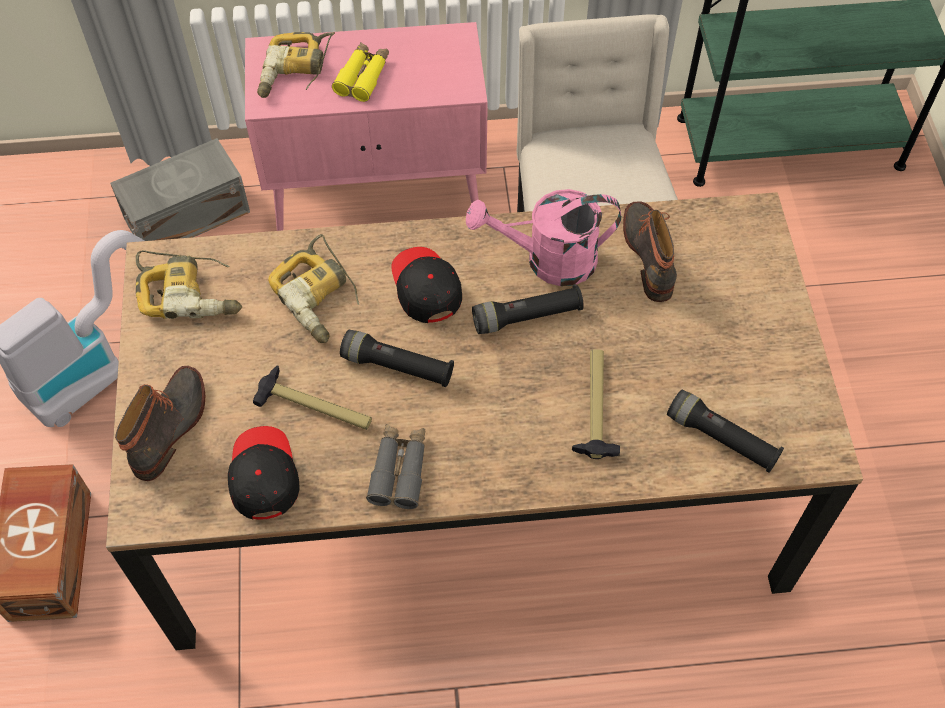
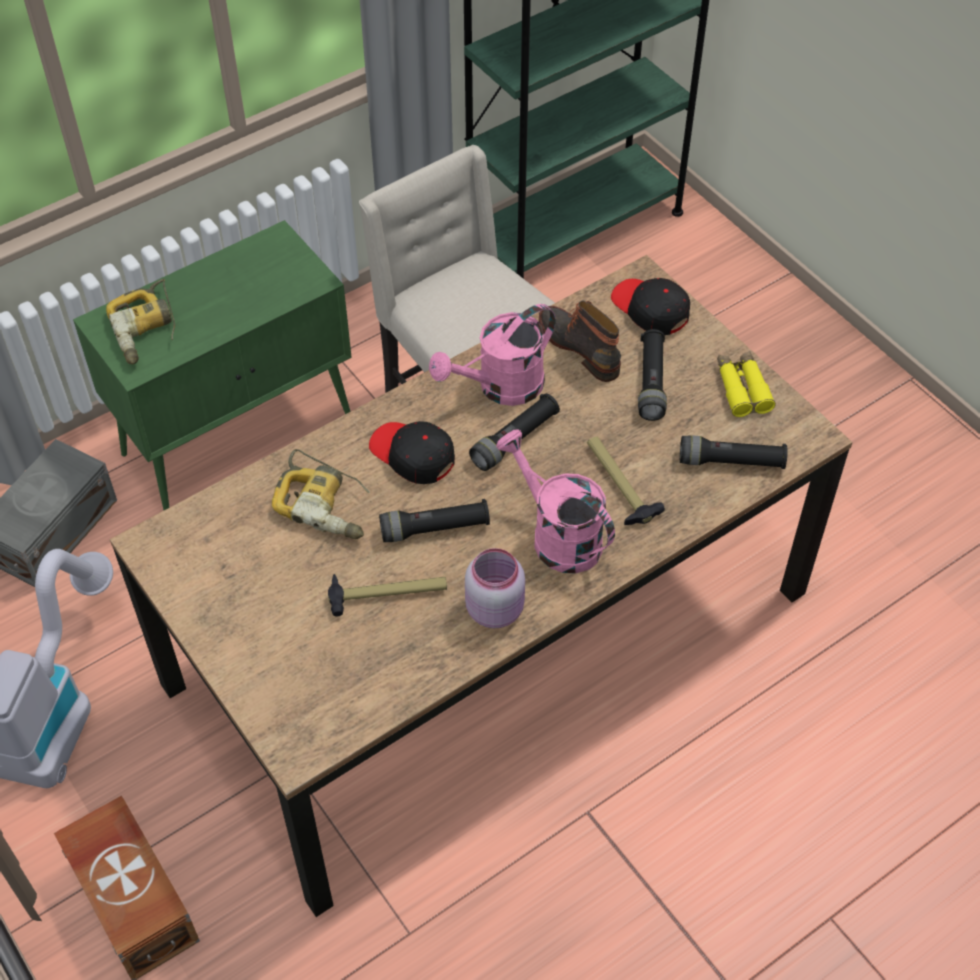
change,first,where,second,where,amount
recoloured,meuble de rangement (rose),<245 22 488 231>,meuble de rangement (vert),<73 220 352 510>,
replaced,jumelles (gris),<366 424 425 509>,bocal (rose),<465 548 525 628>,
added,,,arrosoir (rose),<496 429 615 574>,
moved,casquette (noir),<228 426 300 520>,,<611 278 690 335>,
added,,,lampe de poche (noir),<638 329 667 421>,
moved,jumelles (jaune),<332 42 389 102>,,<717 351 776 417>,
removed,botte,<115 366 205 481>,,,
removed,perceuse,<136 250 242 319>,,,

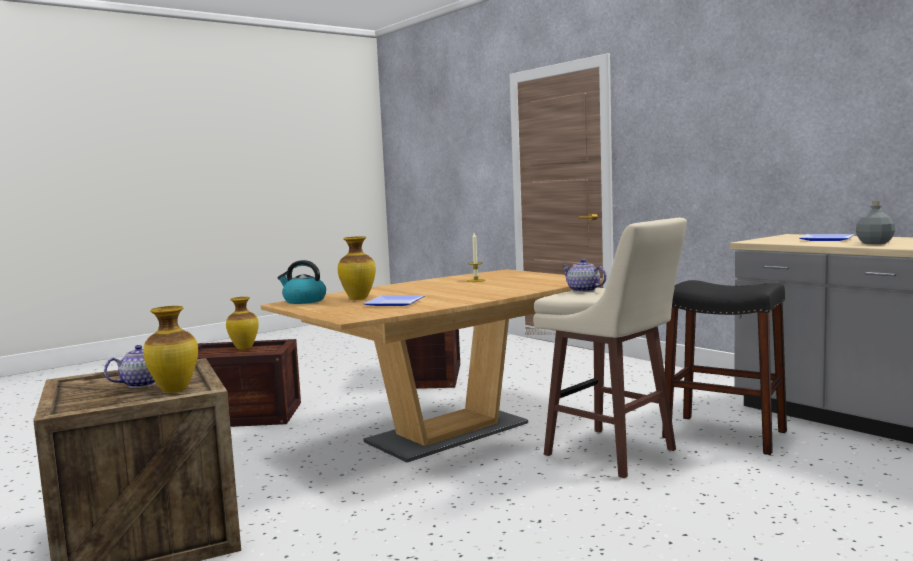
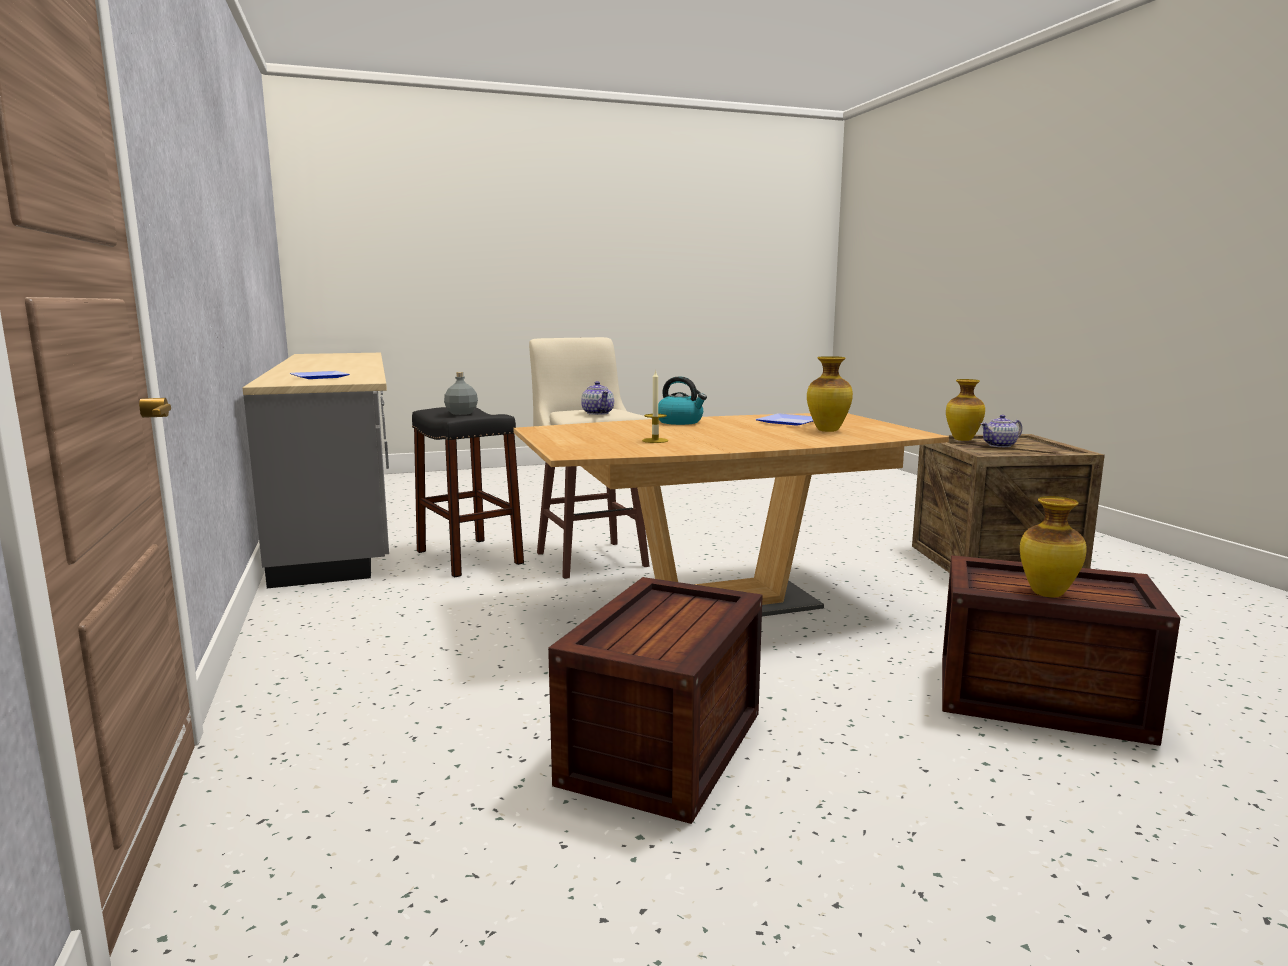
change,first,where,second,where,amount
moved,bouteille (gris),<856 201 895 244>,,<444 372 478 415>,
moved,bouilloire,<278 260 326 304>,,<658 376 707 425>,

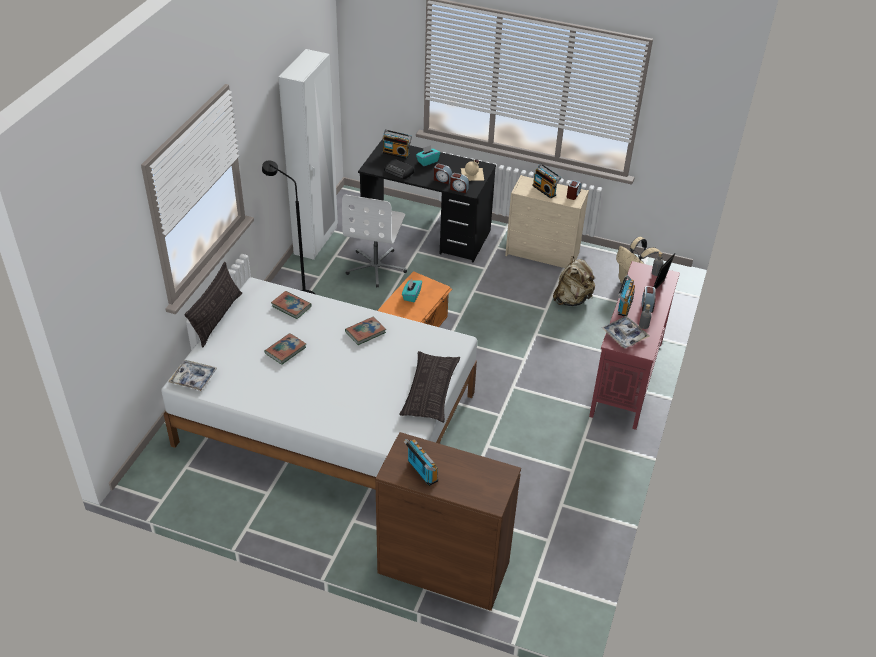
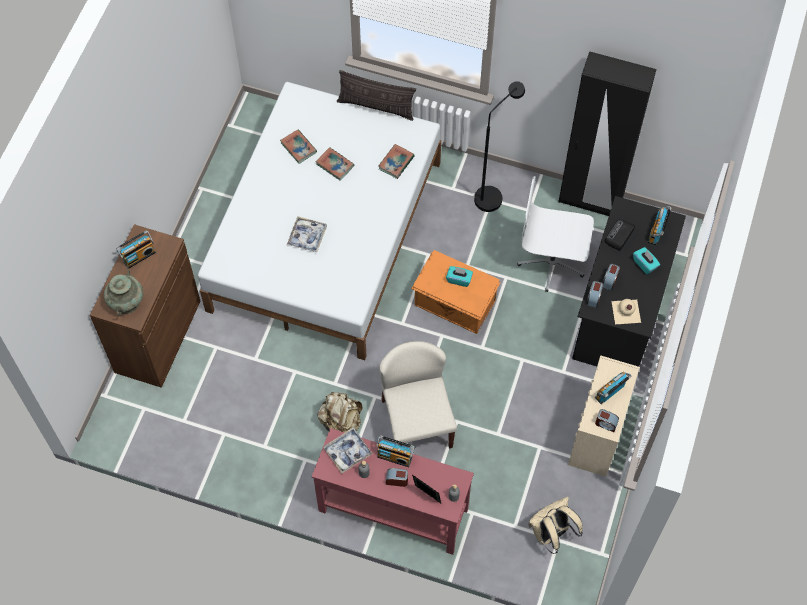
change,first,where,second,where,amount
added,,,vase (turquoise),<104 269 143 316>,
moved,livre,<345 317 386 345>,,<280 130 317 164>,
moved,plateau,<168 360 217 391>,,<287 216 327 252>,
moved,sac à dos (beige),<553 256 595 306>,,<317 392 363 432>,
added,,,chaise (beige),<380 341 457 449>,
recoloured,armoire (blanc),<278 49 338 260>,armoire (noir),<558 51 656 216>,
removed,coussin,<399 351 460 423>,,,

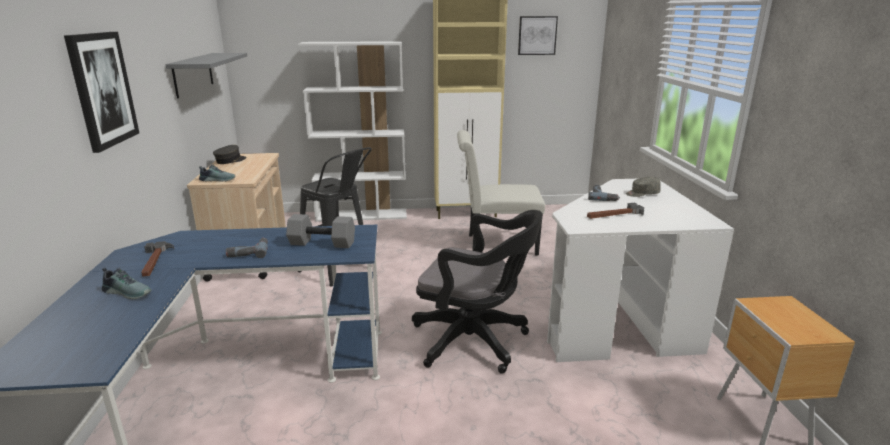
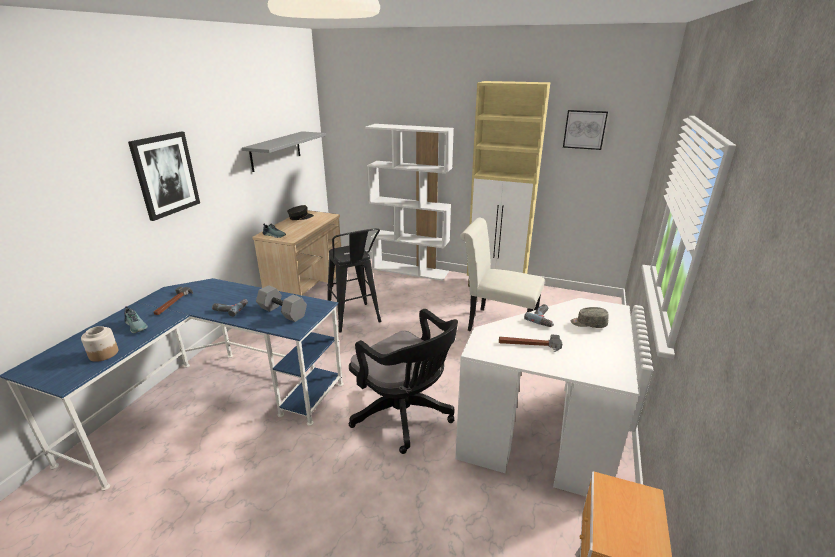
change,first,where,second,where,amount
added,,,bocal,<81 326 118 362>,

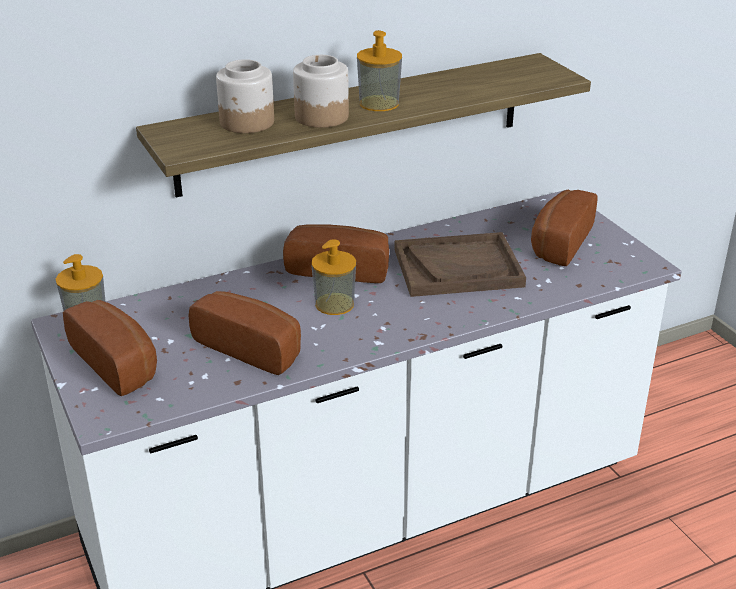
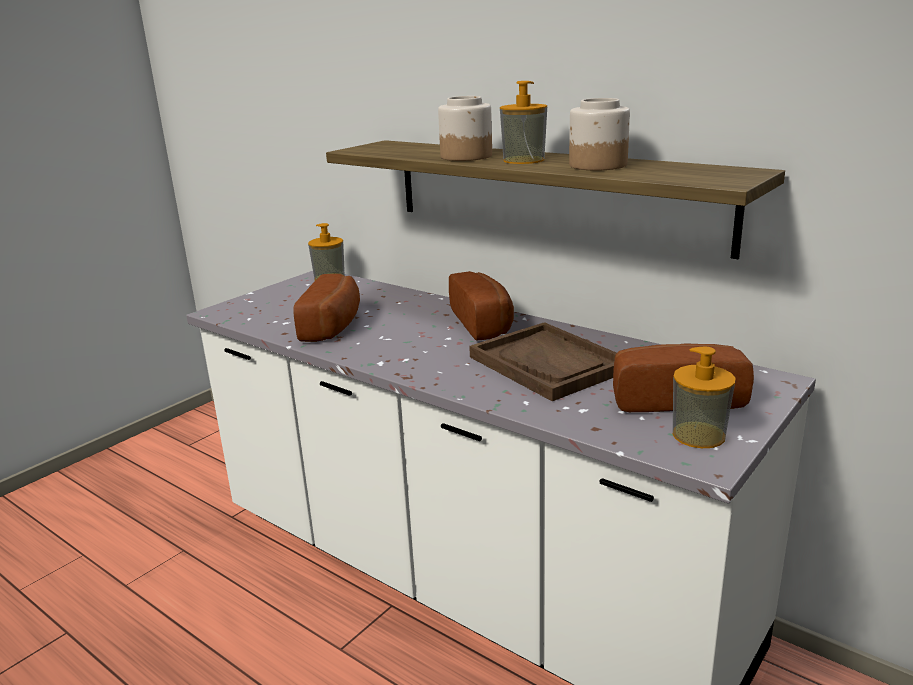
change,first,where,second,where,amount
moved,bocal,<216 59 274 133>,,<569 98 630 170>,
moved,distributeur de savon,<311 239 356 315>,,<673 347 736 448>,
removed,pain,<63 300 157 396>,,,

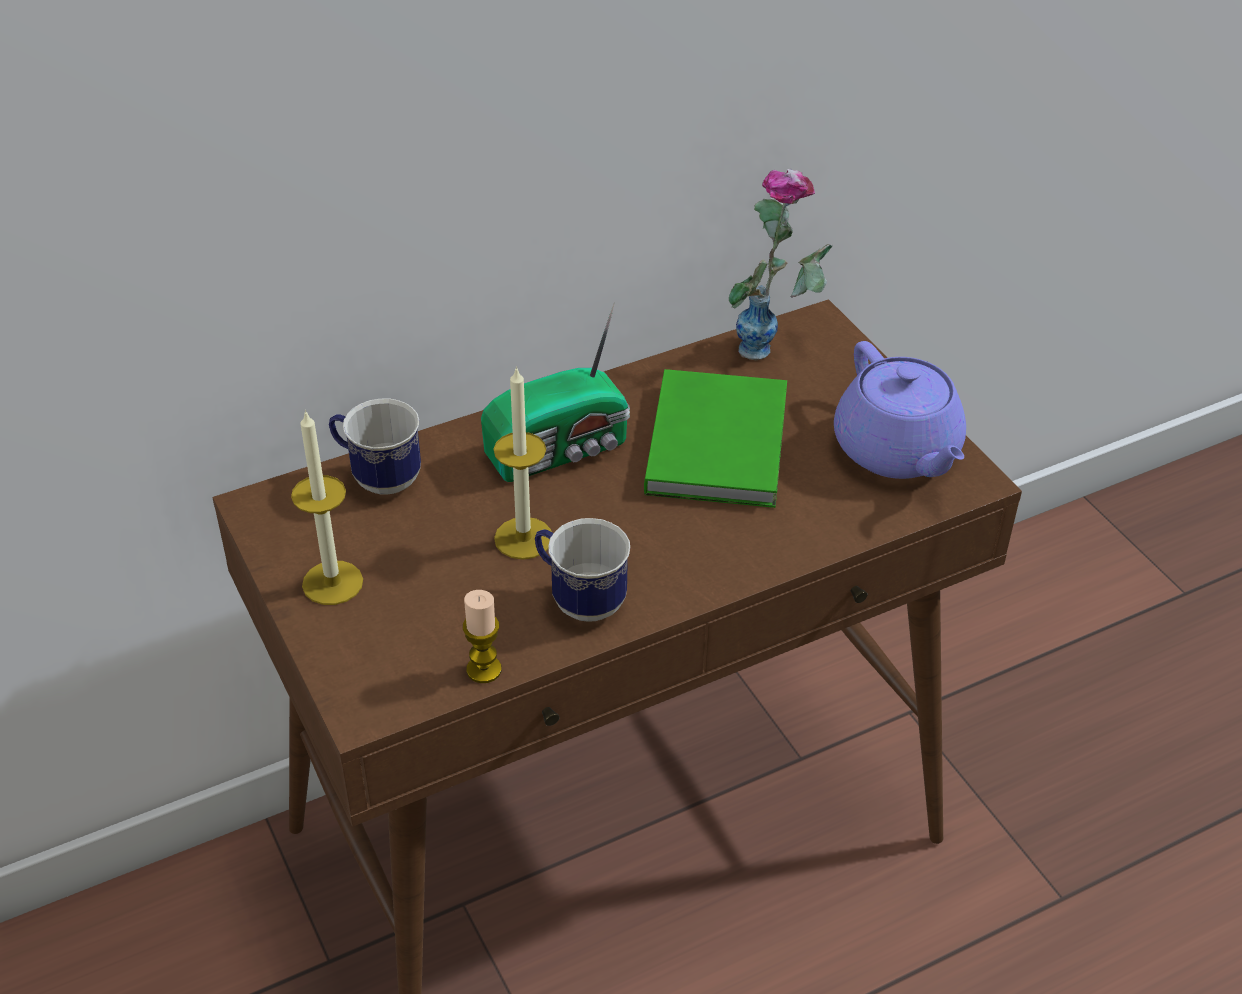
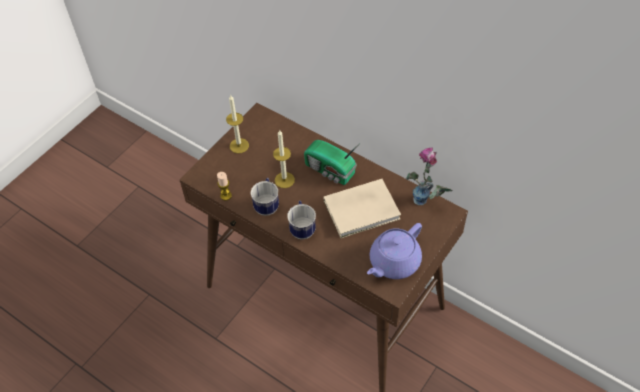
change,first,where,second,where,amount
moved,mug,<329 398 421 495>,,<287 201 316 239>,
recoloured,livre (vert),<644 369 787 508>,livre (beige),<324 179 401 238>,

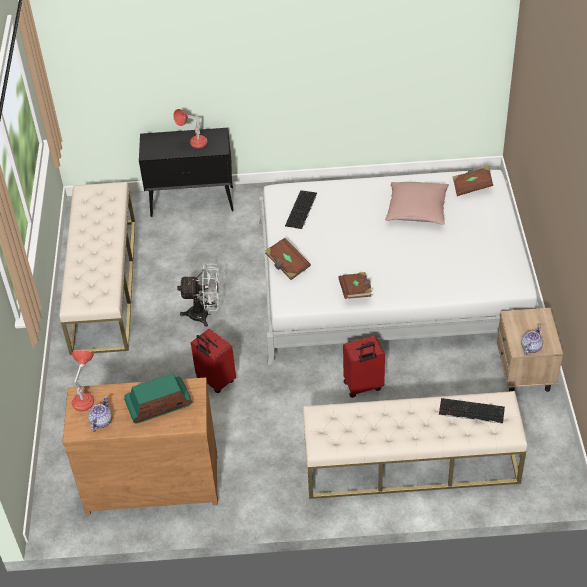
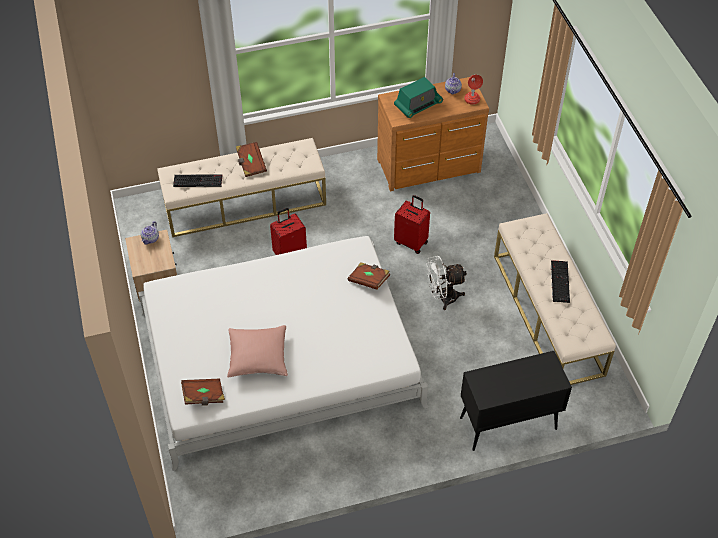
change,first,where,second,where,amount
moved,livre (marron),<338 272 372 299>,,<236 142 267 177>,
moved,clavier,<285 190 317 229>,,<551 260 570 303>,
removed,lampe de table (rouge),<173 109 208 148>,,,

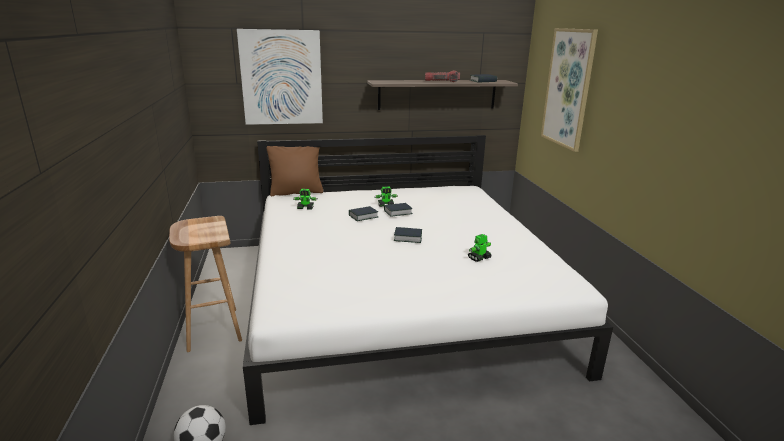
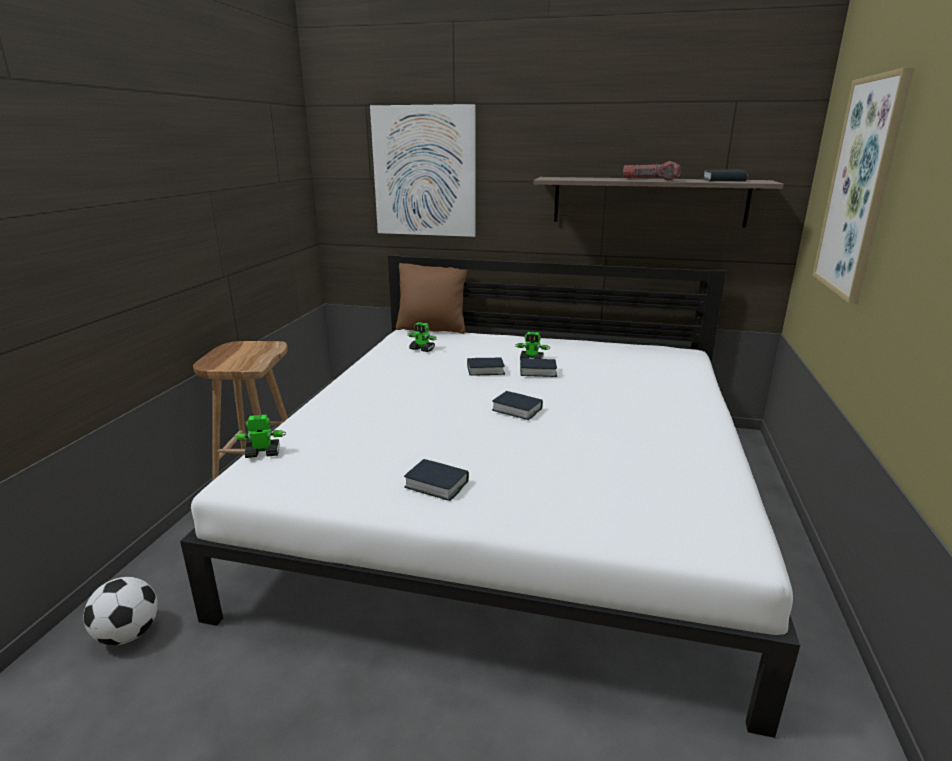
change,first,where,second,where,amount
moved,robot jouet,<468 234 492 262>,,<233 415 286 458>,
added,,,livre,<404 459 469 501>,

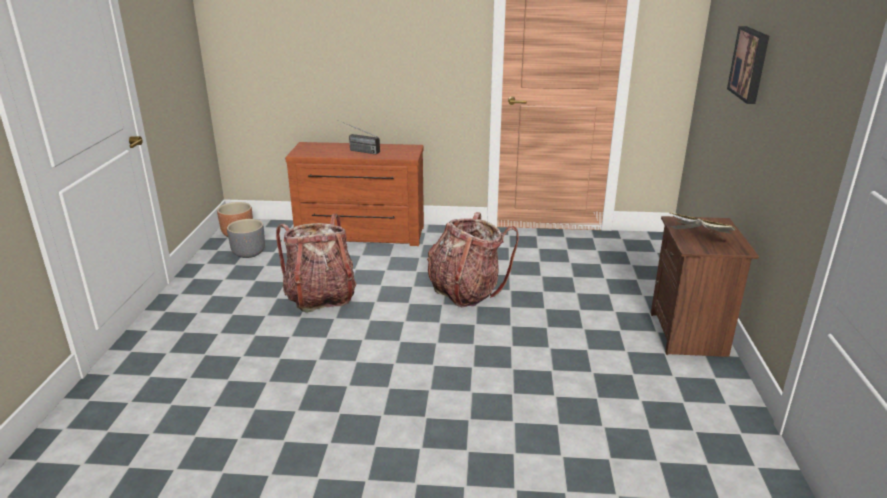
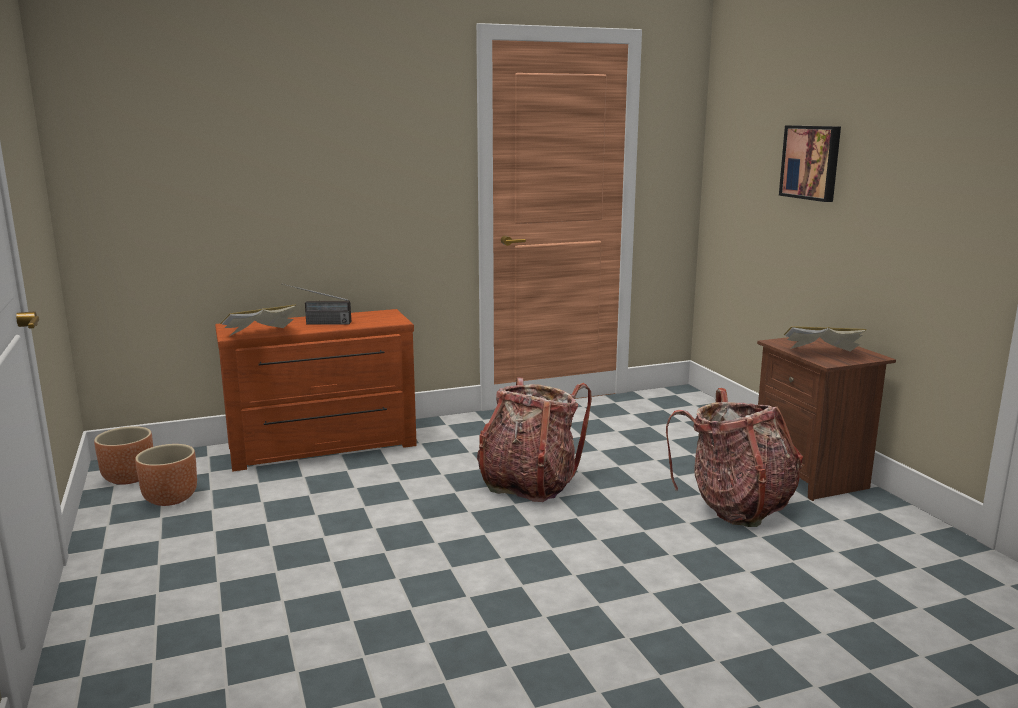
change,first,where,second,where,amount
recoloured,cache-pot (gris),<227 219 265 258>,cache-pot (marron),<135 444 197 506>,
added,,,livre,<220 304 296 336>,
moved,sac à dos,<276 213 357 313>,,<666 388 803 527>,

